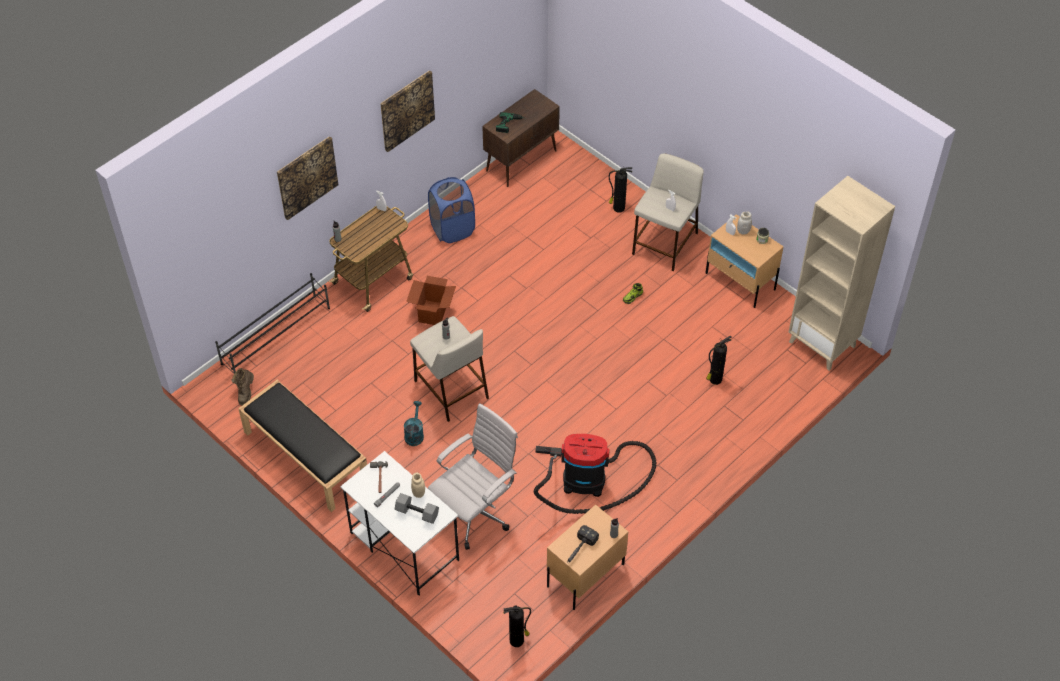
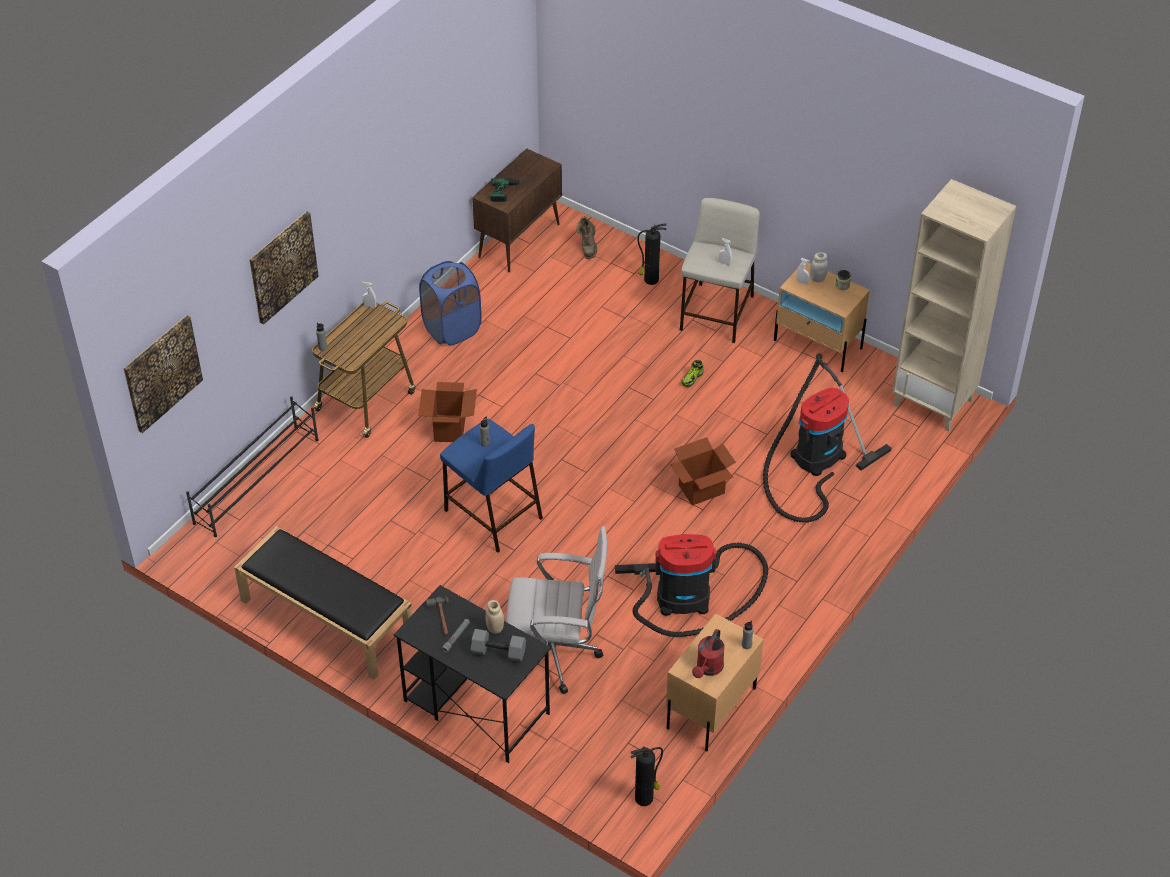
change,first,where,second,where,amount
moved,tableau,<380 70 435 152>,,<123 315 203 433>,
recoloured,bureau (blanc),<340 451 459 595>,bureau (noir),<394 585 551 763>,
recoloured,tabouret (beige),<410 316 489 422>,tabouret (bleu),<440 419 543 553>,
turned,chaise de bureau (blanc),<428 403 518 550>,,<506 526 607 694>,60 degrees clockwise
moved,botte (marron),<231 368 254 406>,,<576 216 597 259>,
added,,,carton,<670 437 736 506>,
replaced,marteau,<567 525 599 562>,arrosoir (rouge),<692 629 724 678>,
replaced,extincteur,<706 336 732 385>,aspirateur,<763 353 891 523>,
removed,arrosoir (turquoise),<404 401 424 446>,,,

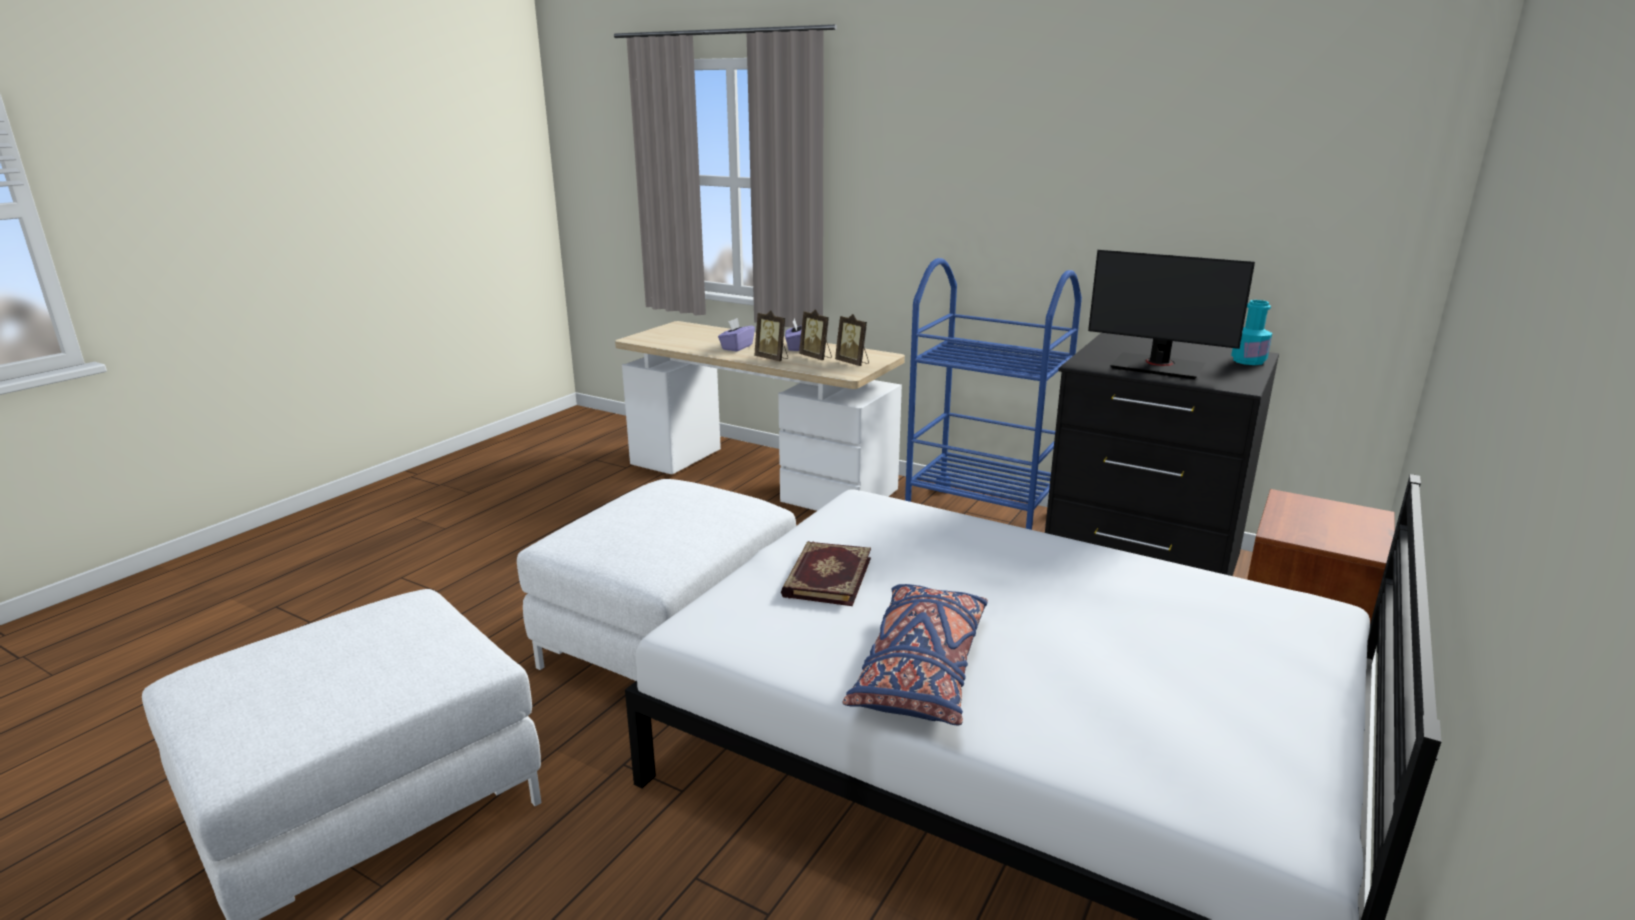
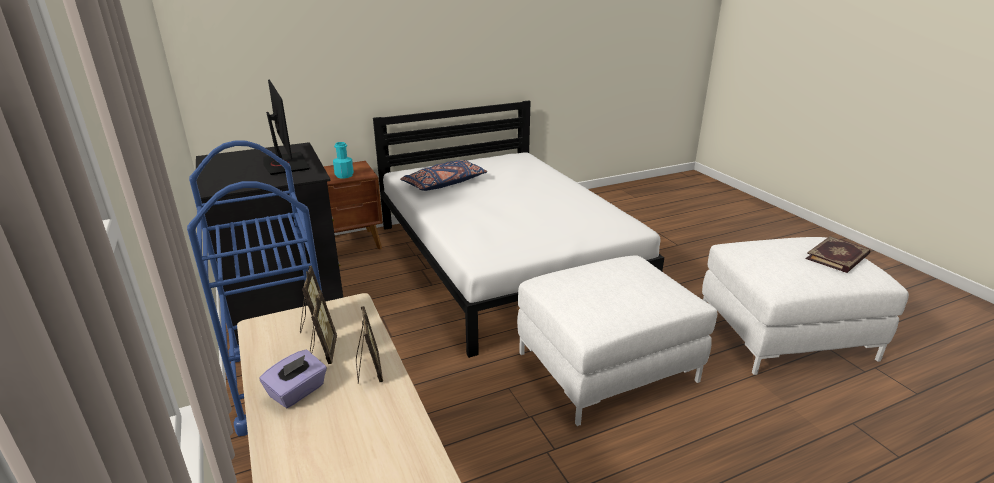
change,first,where,second,where,amount
moved,bouteille (turquoise),<1231 300 1272 365>,,<333 142 354 179>,
moved,coussin (bleu),<843 584 988 725>,,<400 160 487 191>,
moved,livre,<781 541 871 606>,,<806 236 870 273>,
removed,boîte à mouchoirs (violet),<718 318 755 351>,,,

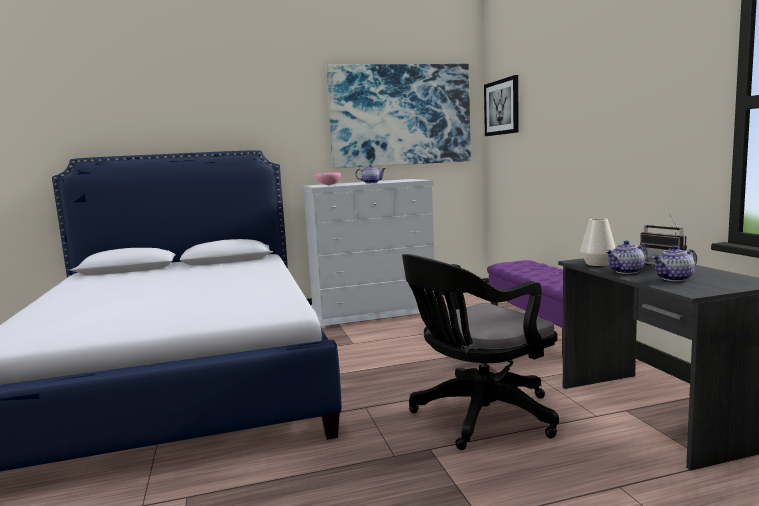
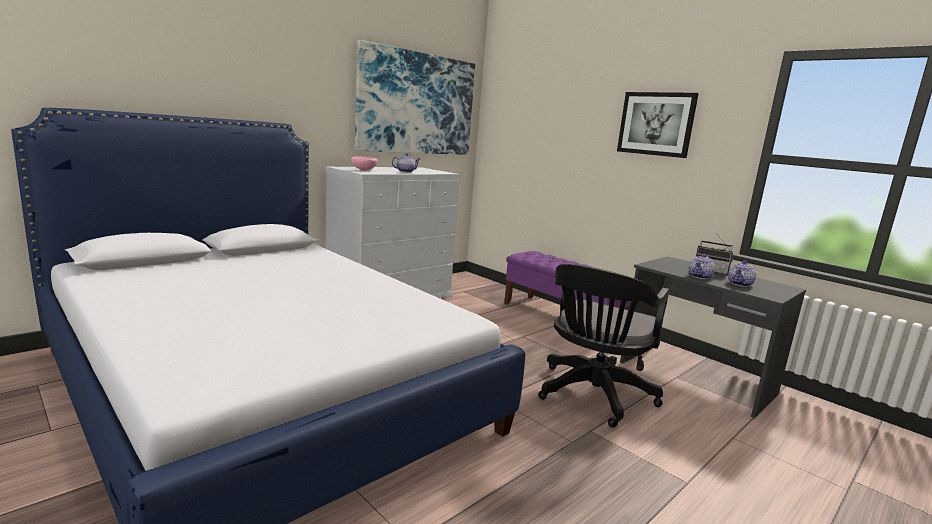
change,first,where,second,where,amount
moved,tableau,<484 75 519 136>,,<617 92 699 158>,
removed,vase (blanc),<580 218 616 266>,,,

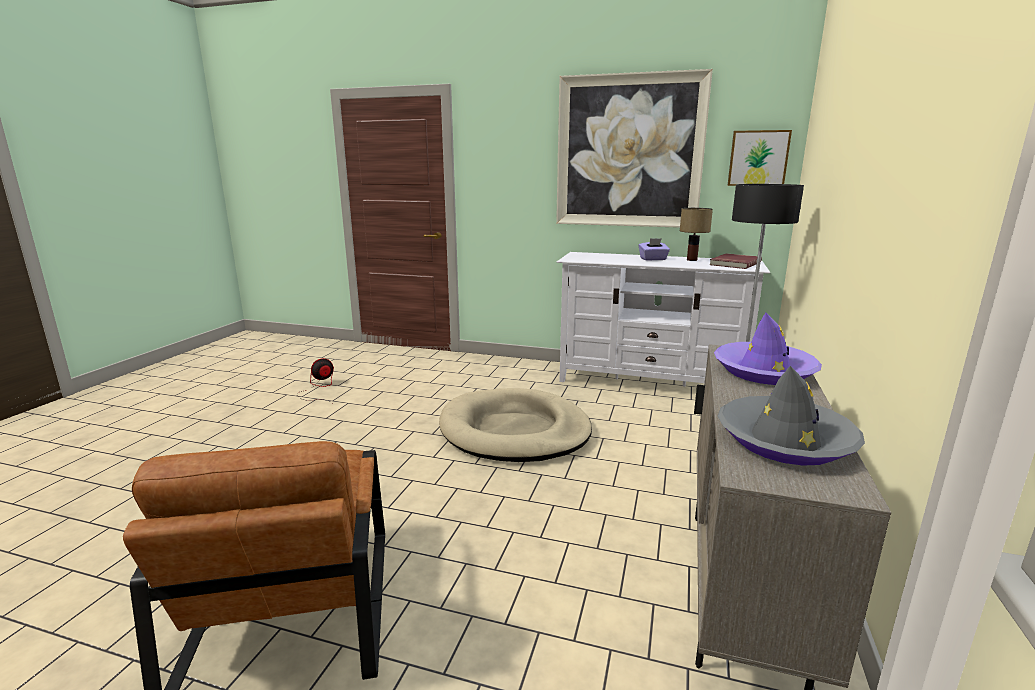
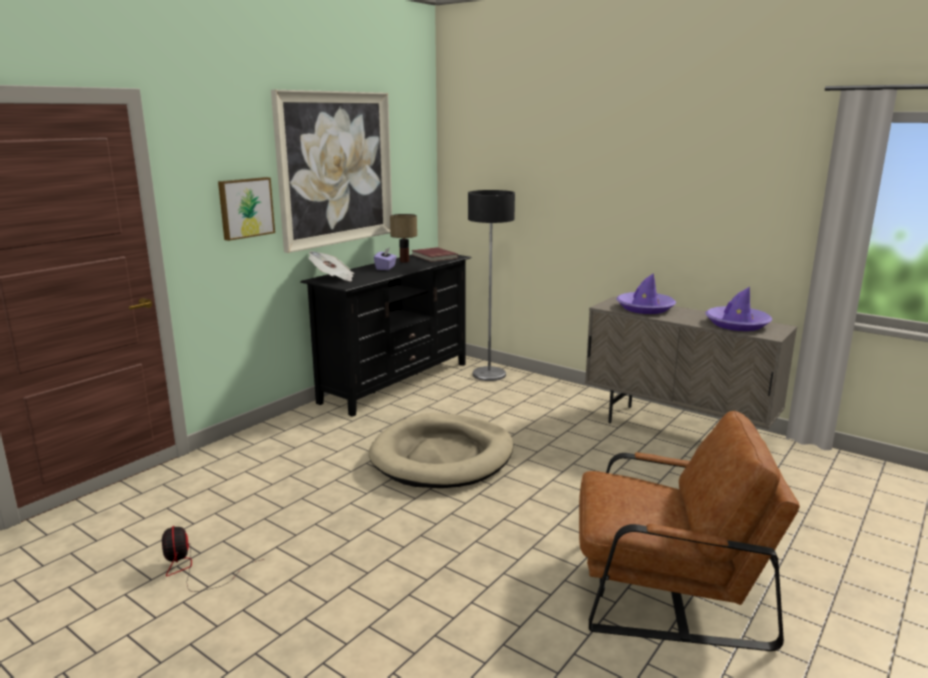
change,first,where,second,where,amount
moved,tableau,<727 130 792 186>,,<218 177 275 241>,
recoloured,meuble télé (blanc),<557 252 770 387>,meuble télé (noir),<300 254 472 417>,
added,,,journal,<309 251 354 281>,
recoloured,chapeau (gris),<718 366 865 466>,chapeau (violet),<705 287 772 331>,

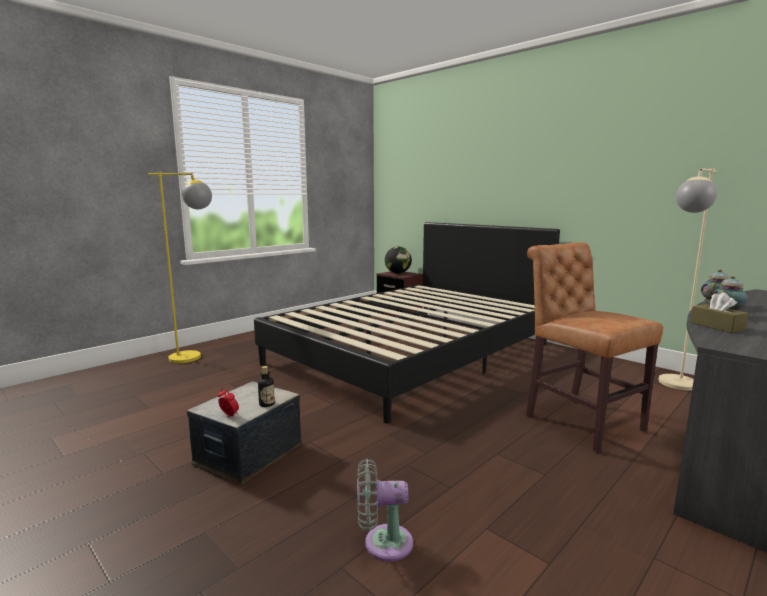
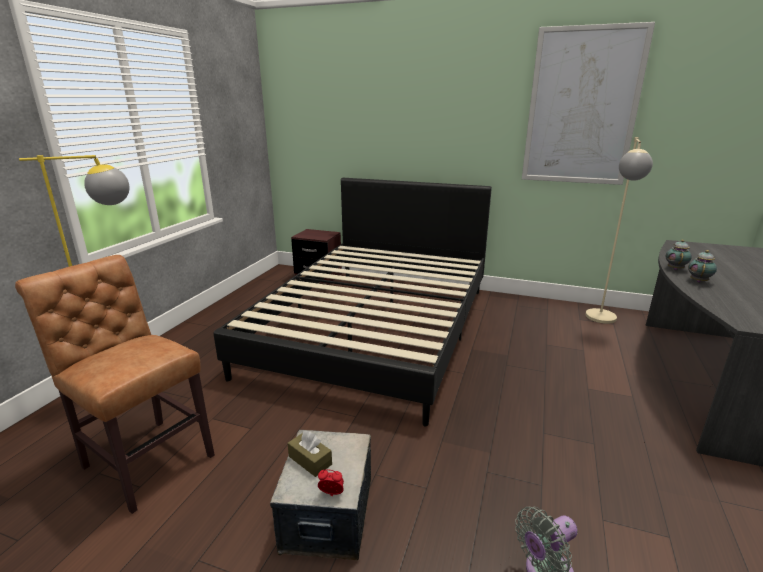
change,first,where,second,where,amount
moved,chaise (marron),<526 242 663 453>,,<15 255 215 514>,
moved,boîte à mouchoirs (marron),<690 292 748 333>,,<288 431 332 477>,
added,,,tableau,<522 22 655 185>,
removed,bouteille,<258 366 275 407>,,,
removed,globe,<385 247 412 274>,,,

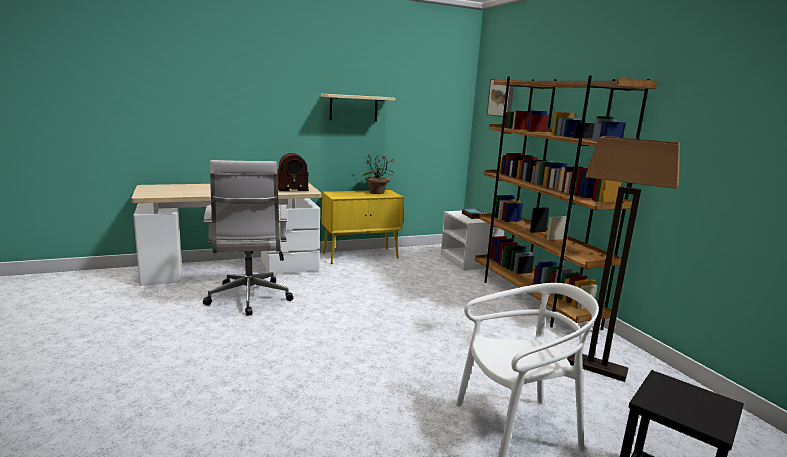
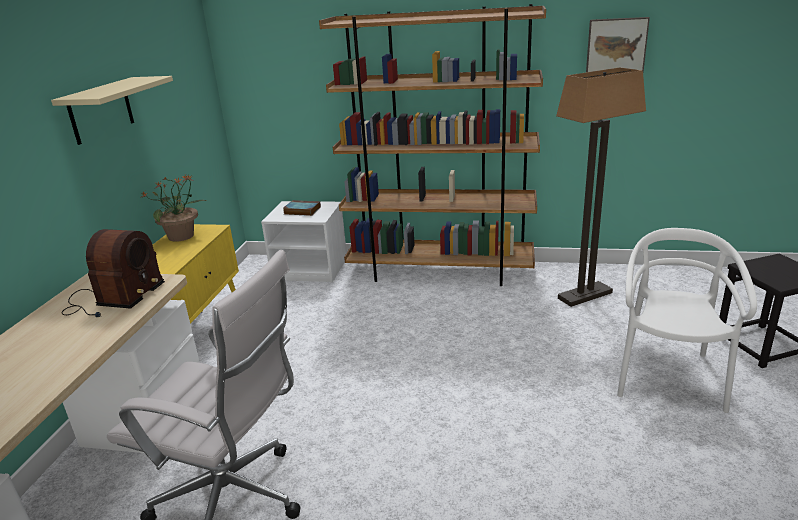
change,first,where,second,where,amount
moved,tableau,<487 79 515 117>,,<586 17 650 72>,

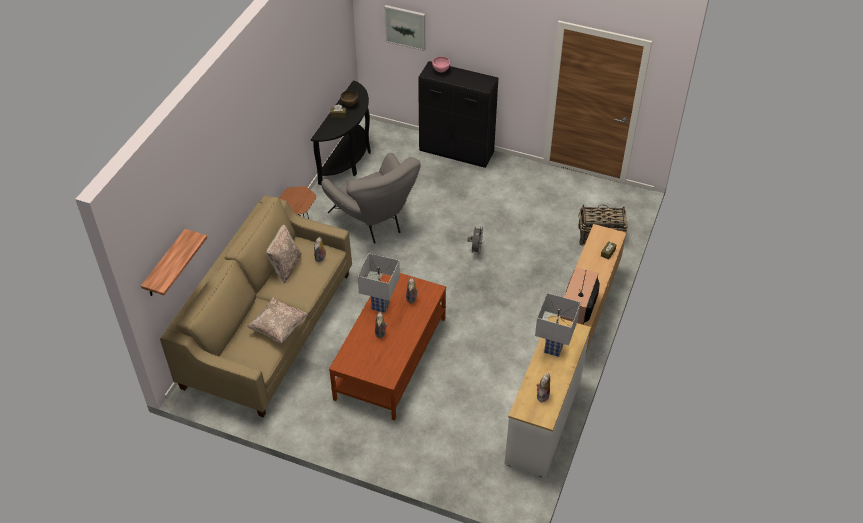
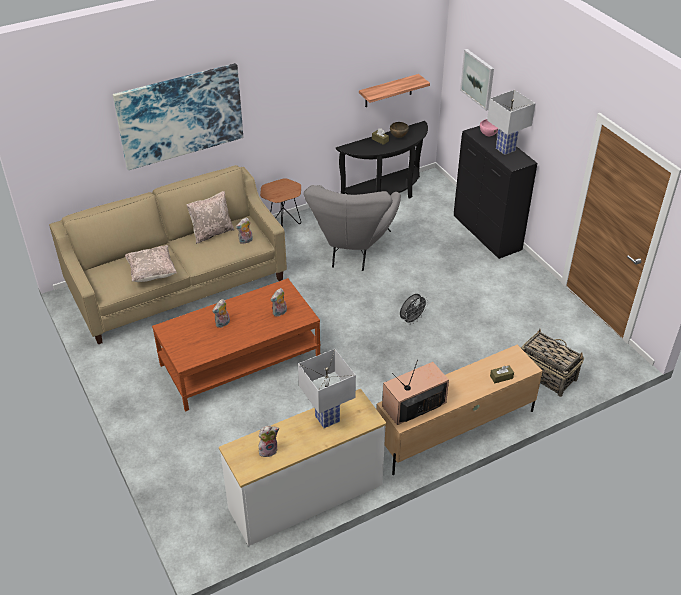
change,first,where,second,where,amount
added,,,tableau,<113 63 243 170>,
moved,étagère,<141 229 207 296>,,<359 74 430 107>,
moved,lampe de table (blanc),<358 253 400 313>,,<487 90 536 155>,

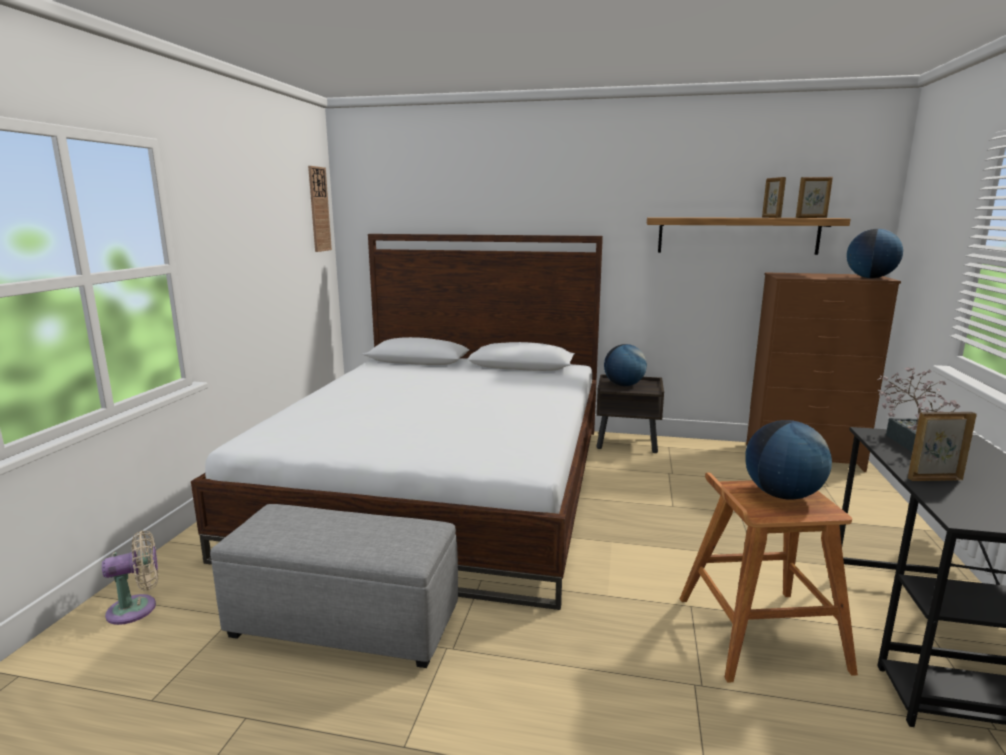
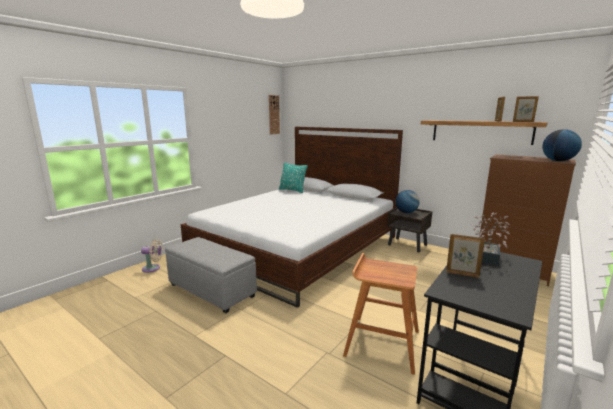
change,first,where,second,where,amount
added,,,coussin (turquoise),<279 163 308 193>,
removed,globe,<745 420 832 500>,,,

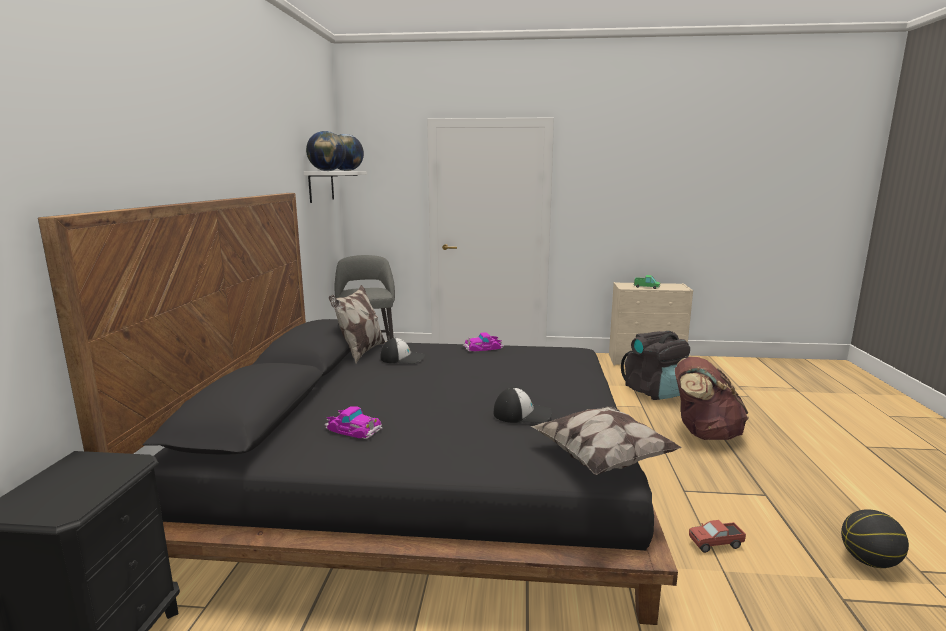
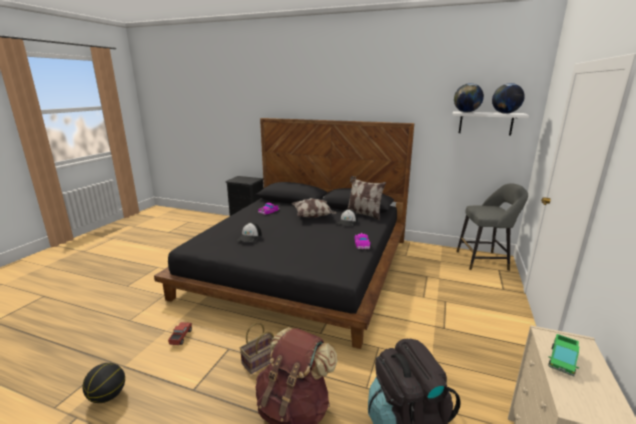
change,first,where,second,where,amount
added,,,panier,<240 323 274 374>,
moved,coussin,<531 406 682 475>,,<292 198 337 218>,

